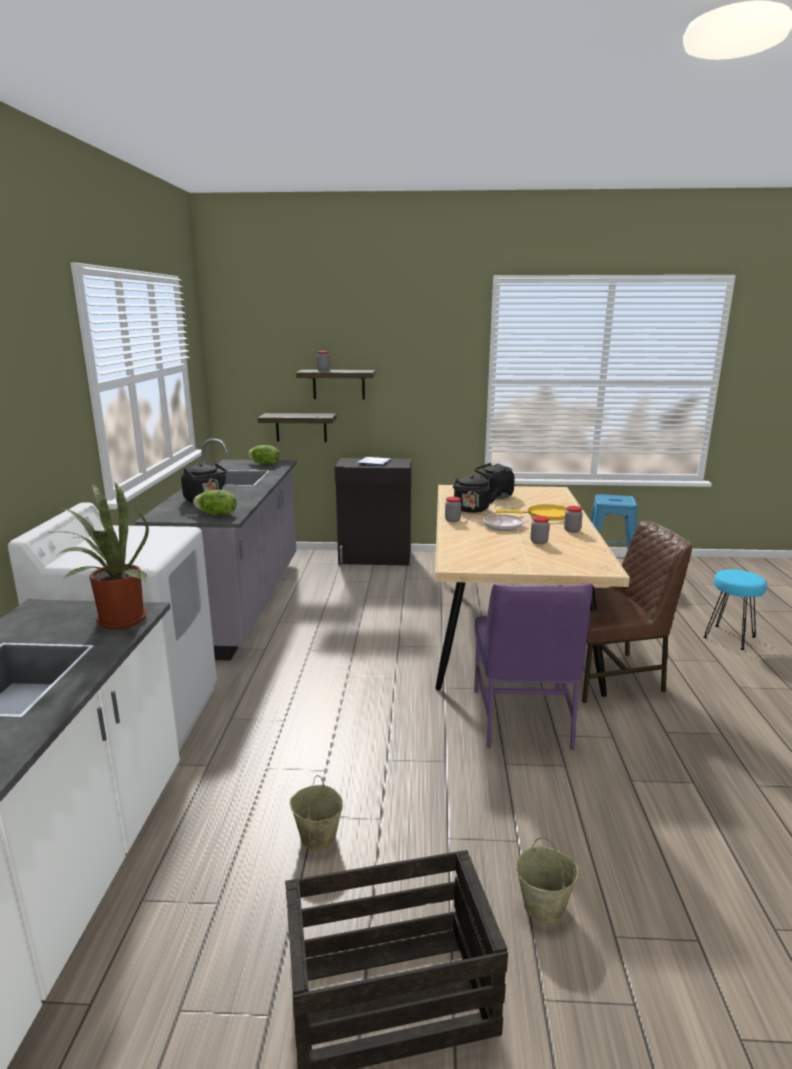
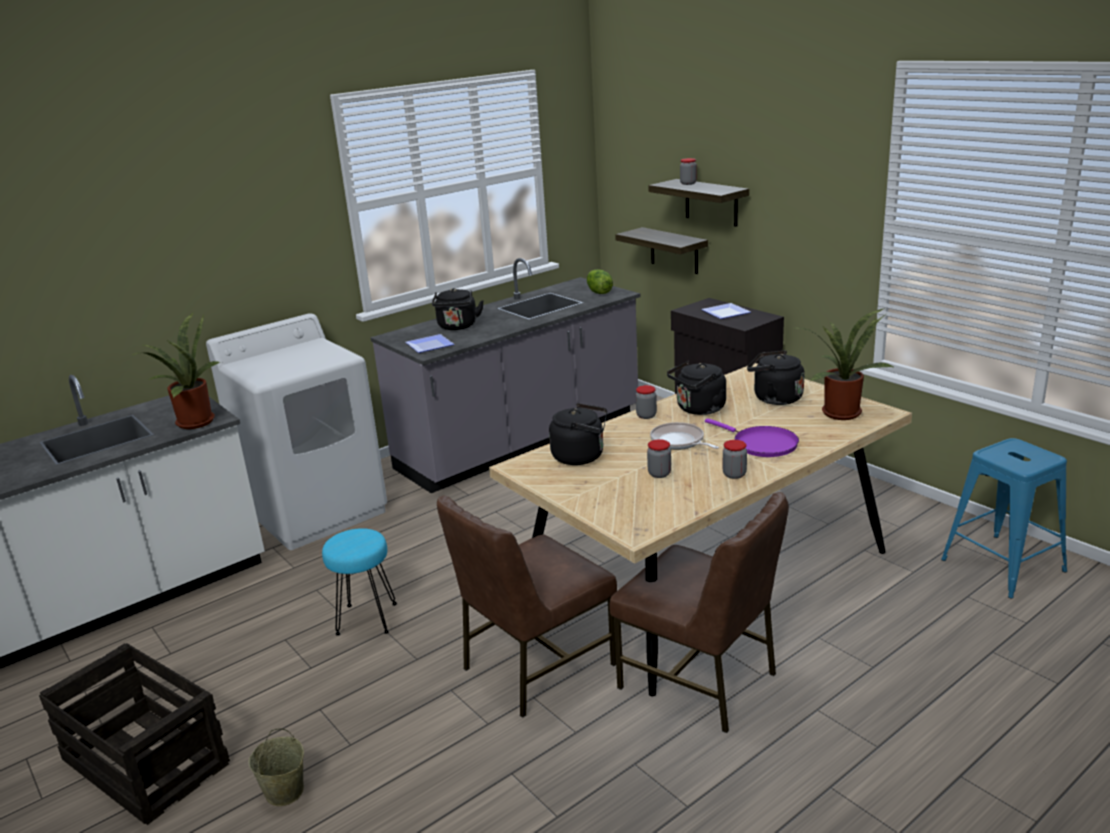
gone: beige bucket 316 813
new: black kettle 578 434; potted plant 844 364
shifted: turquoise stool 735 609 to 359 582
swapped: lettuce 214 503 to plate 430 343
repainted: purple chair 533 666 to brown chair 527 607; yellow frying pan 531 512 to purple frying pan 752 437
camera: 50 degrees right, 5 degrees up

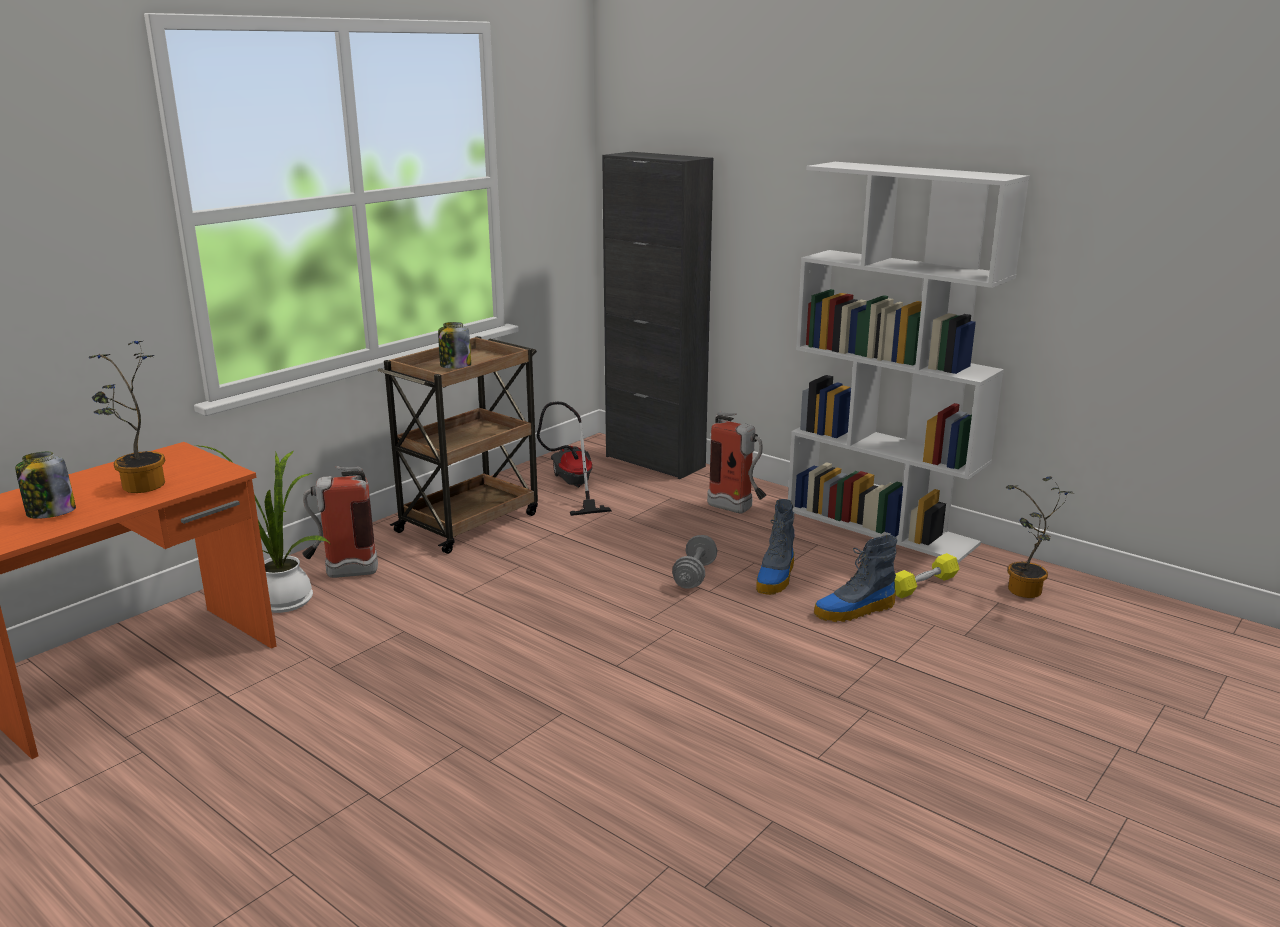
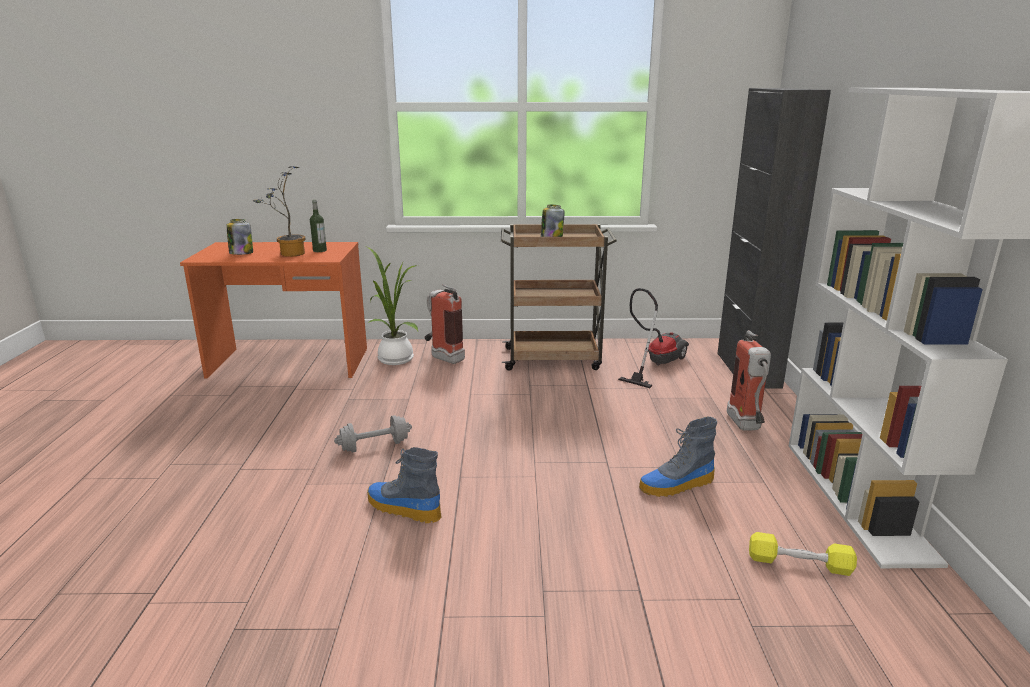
gone: potted plant 1040 537
new: bottle 318 226
shifted: grey dumbbell 695 562 to 373 434; boot 855 578 to 404 485
camera: 50 degrees right, 0 degrees up

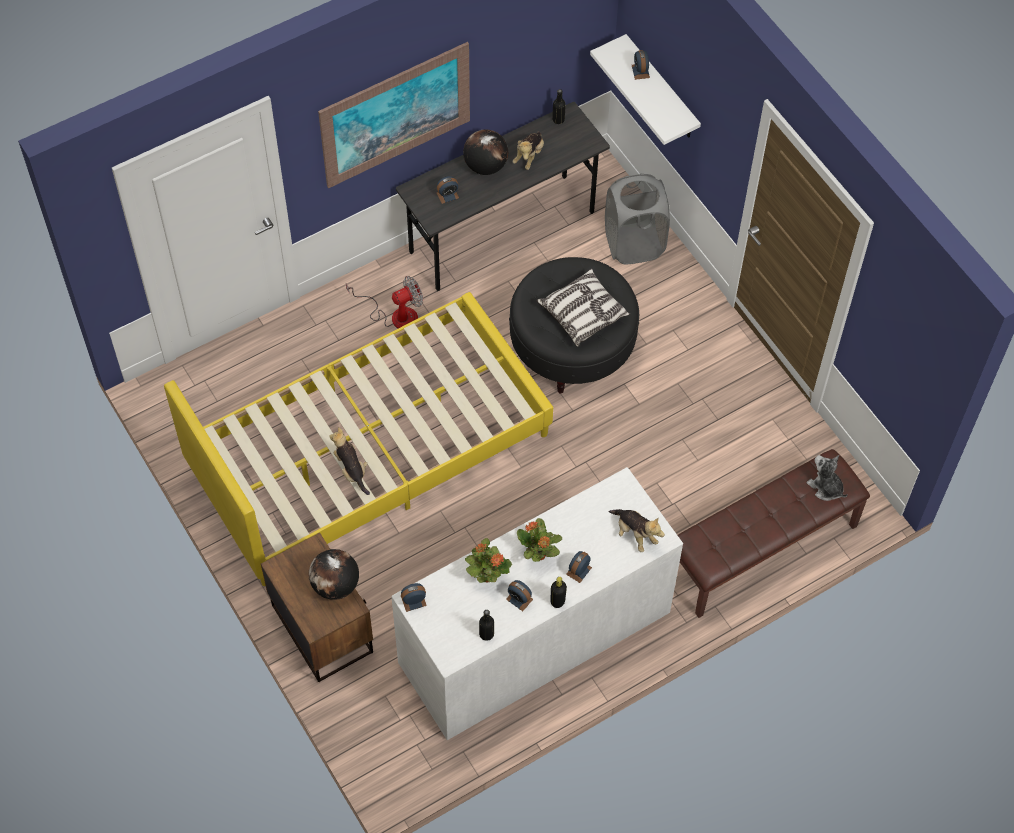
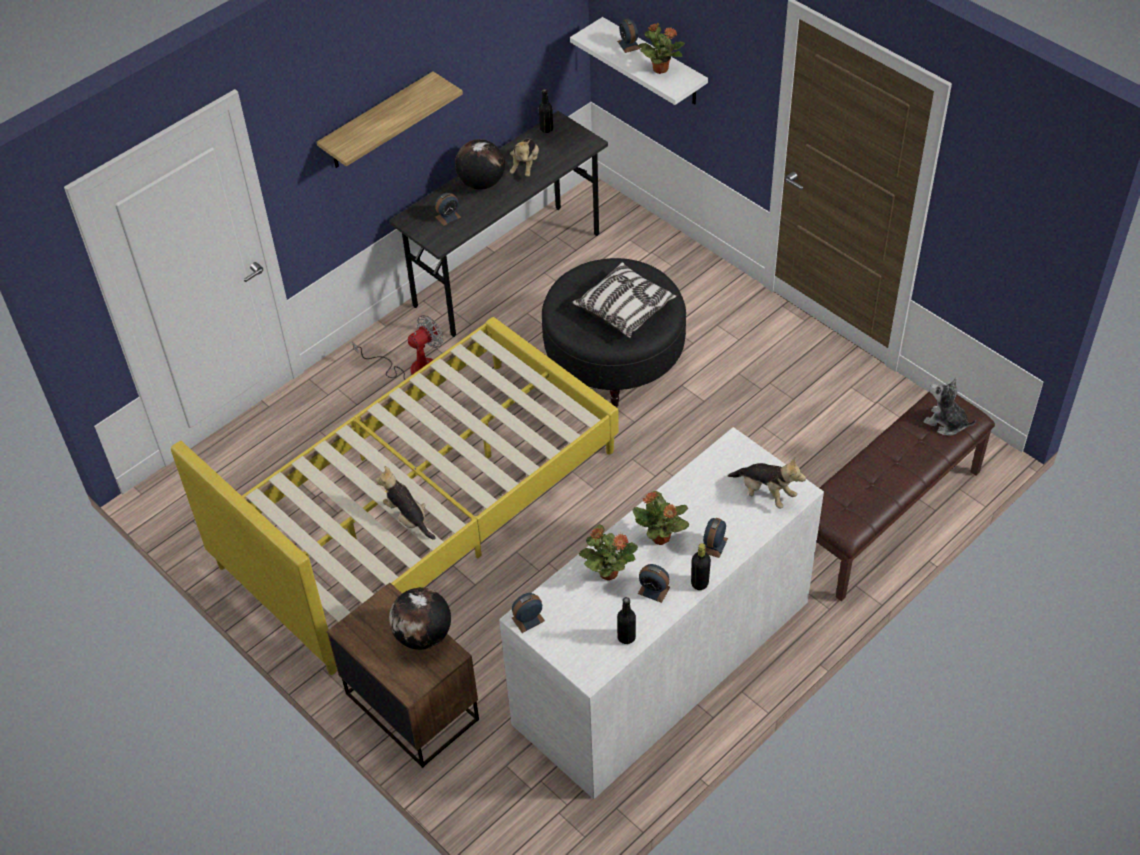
gone: grey laundry basket 637 218
new: potted plant 661 48
swapped: picture 394 115 to shelf 390 119
camera: 10 degrees left, 10 degrees down

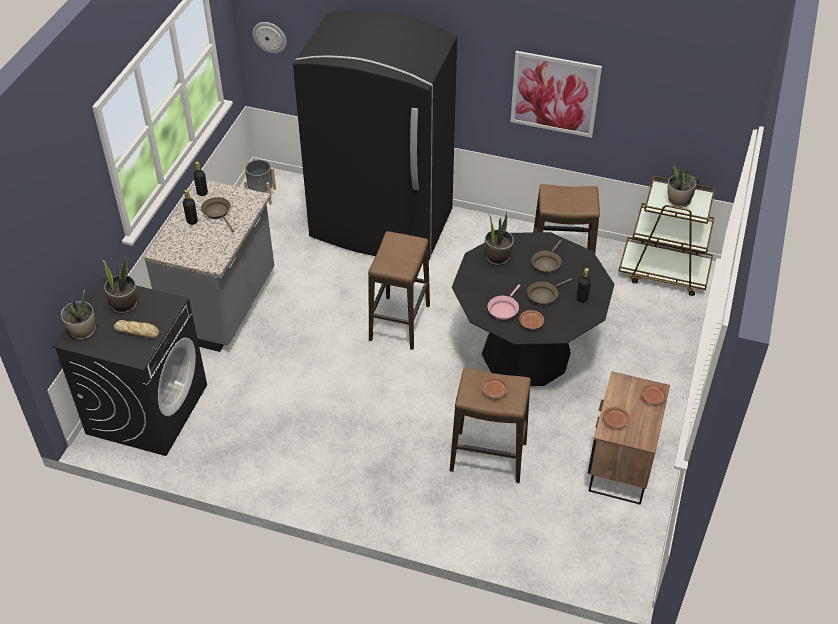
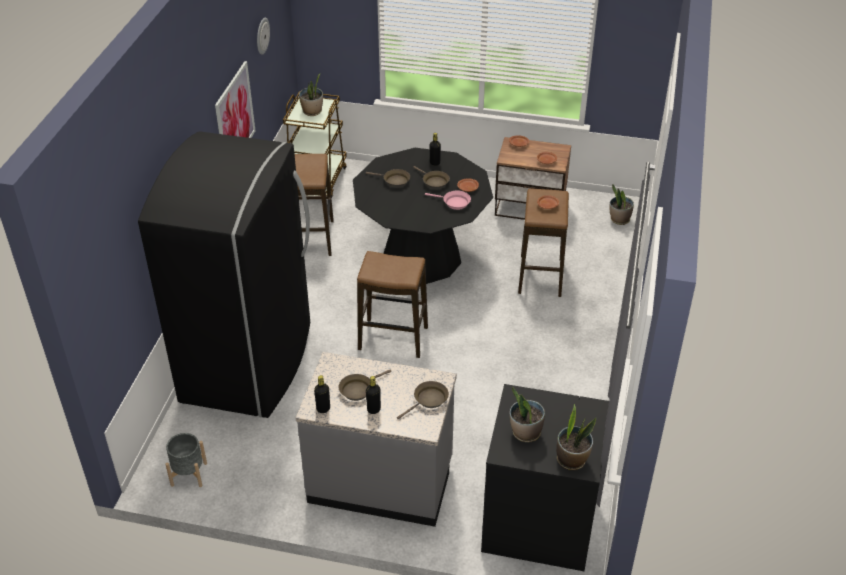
gone: bread 136 329
new: brown frying pan 423 400
shifted: wall clock 269 38 to 263 36; potted plant 499 239 to 622 204
camera: 95 degrees left, 5 degrees down

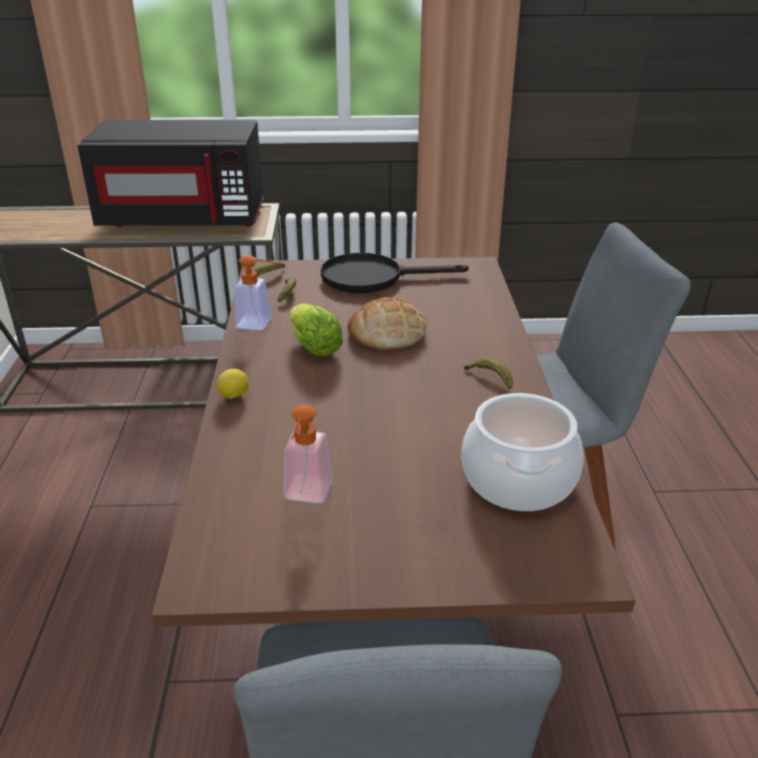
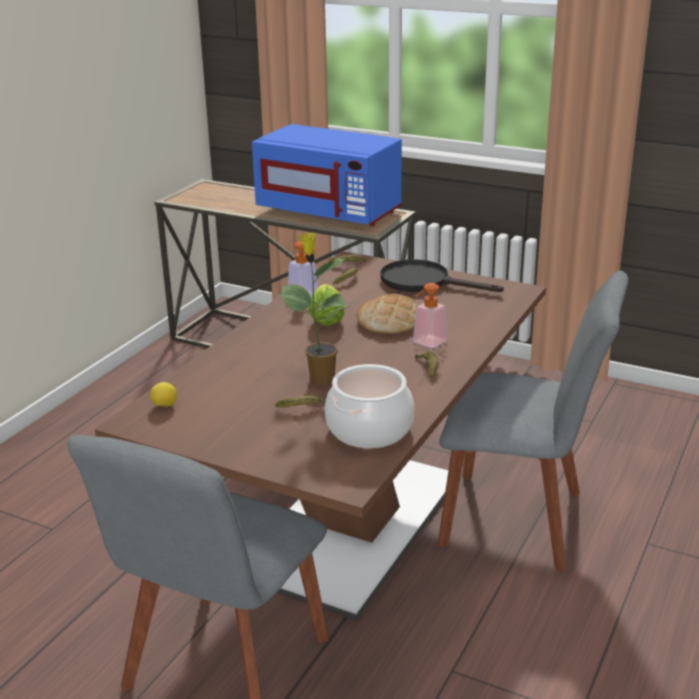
new: banana 300 401; potted plant 315 309
shifted: lemon 233 384 to 163 394; soap dispenser 308 454 to 430 315
repainted: black microwave 170 173 to blue microwave 327 175
camera: 30 degrees right, 5 degrees down

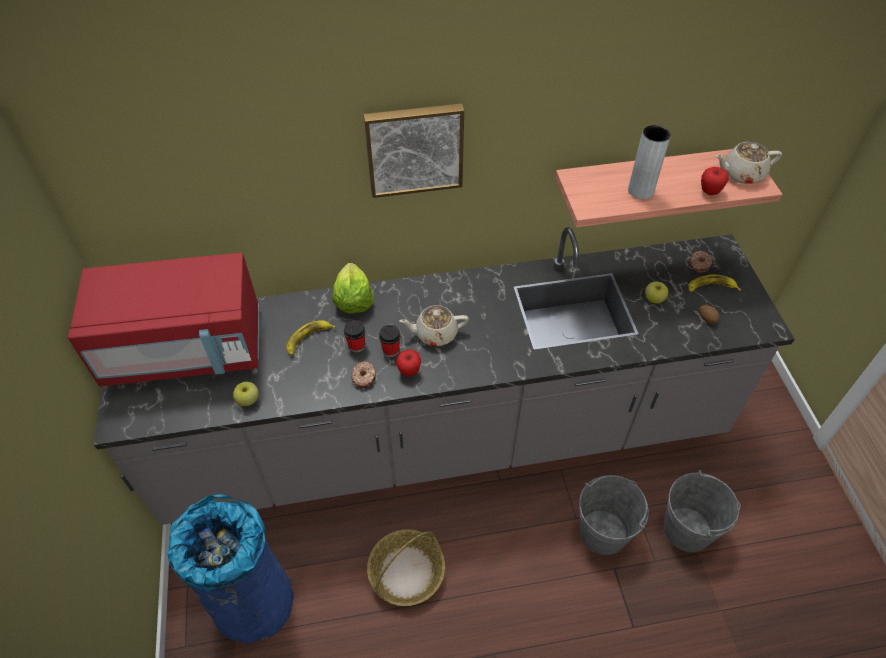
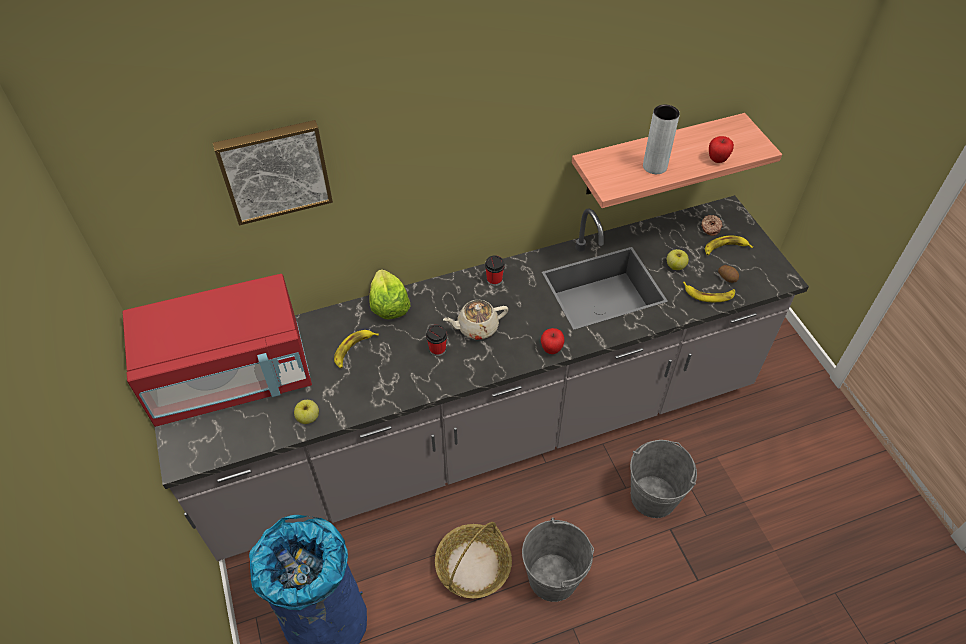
gone: donut 363 374; beige teapot 749 163
new: banana 709 292
shifted: cup 354 336 to 495 271; picture 414 150 to 273 173; apple 408 363 to 553 341; grey bucket 702 511 to 558 560
camera: 10 degrees left, 0 degrees up

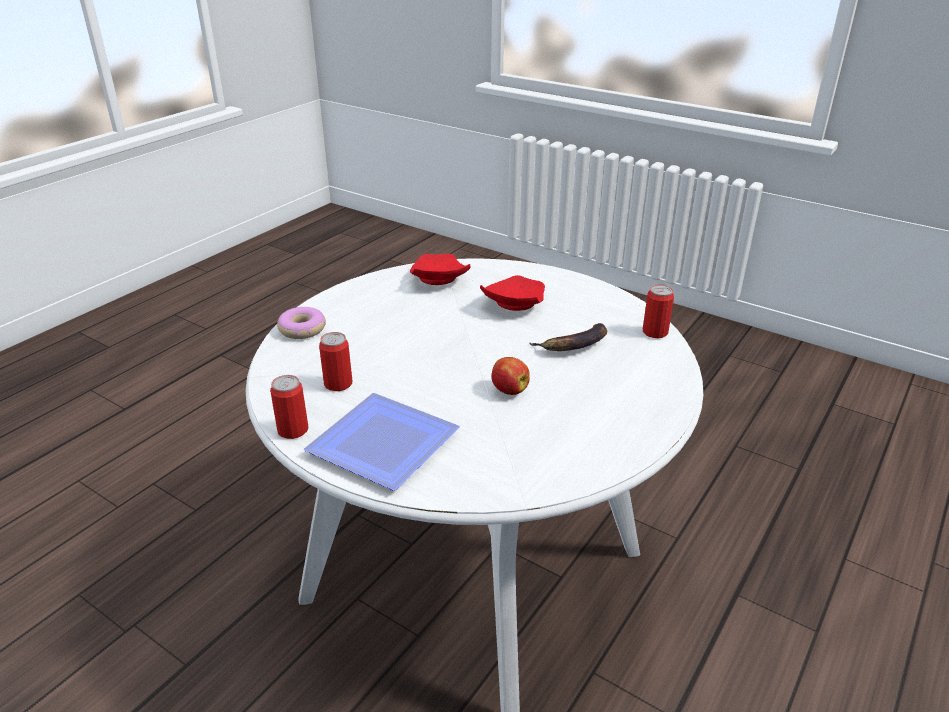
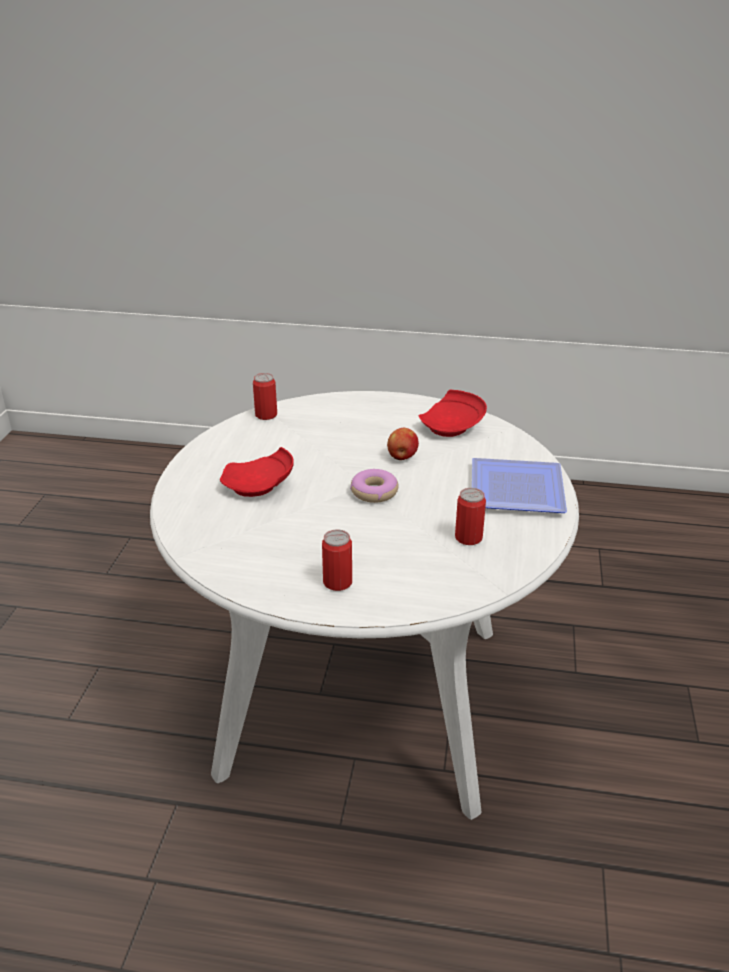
gone: banana 568 337
shifted: can 289 407 to 337 560; donut 301 323 to 374 486; red plate 440 269 to 453 413
camera: 115 degrees left, 0 degrees up

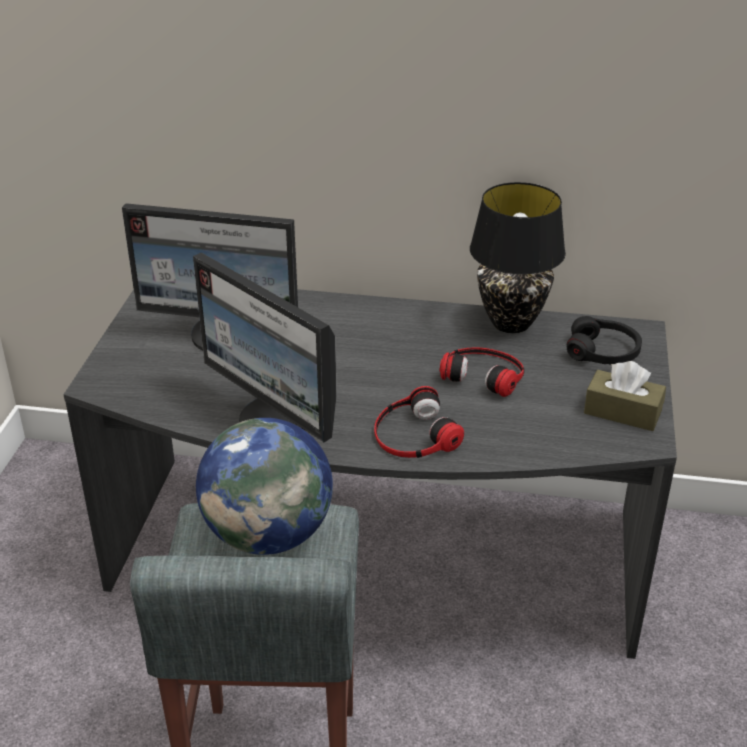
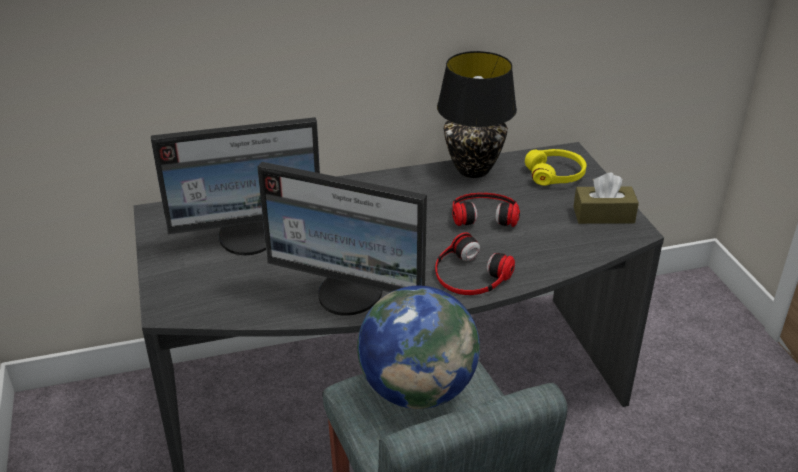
repainted: black headphones 604 340 to yellow headphones 555 167
camera: 25 degrees left, 0 degrees up

